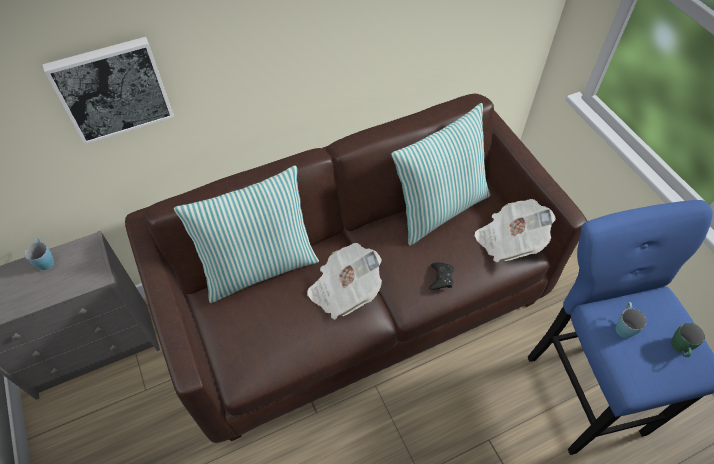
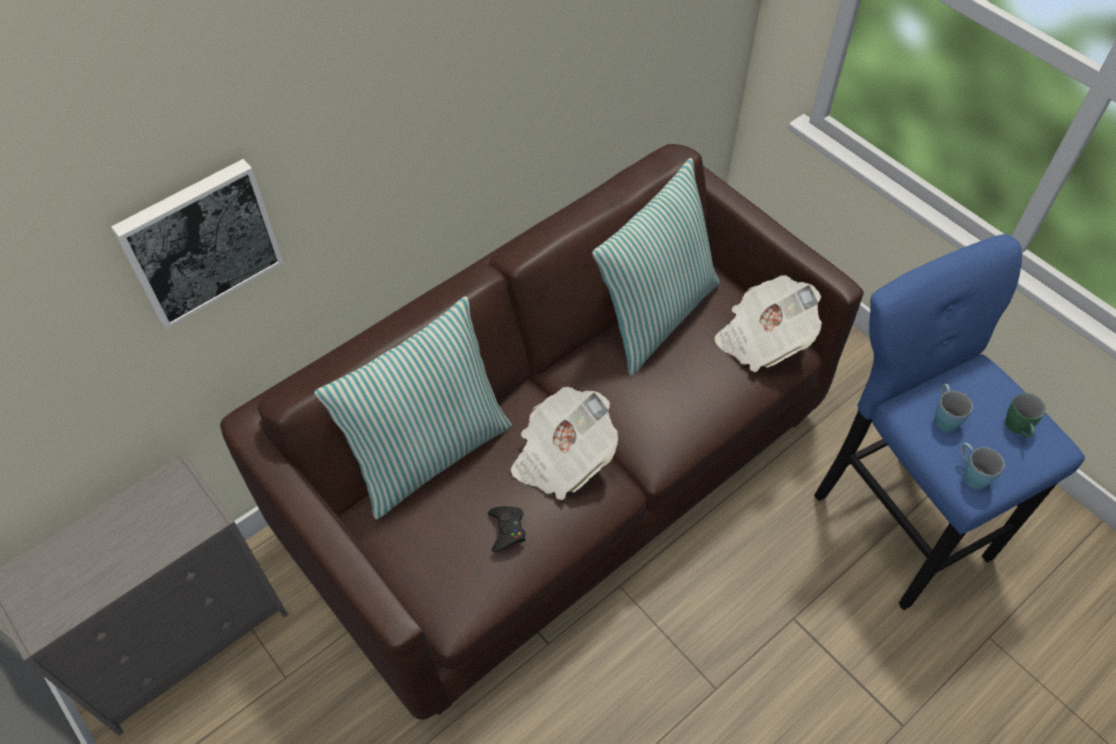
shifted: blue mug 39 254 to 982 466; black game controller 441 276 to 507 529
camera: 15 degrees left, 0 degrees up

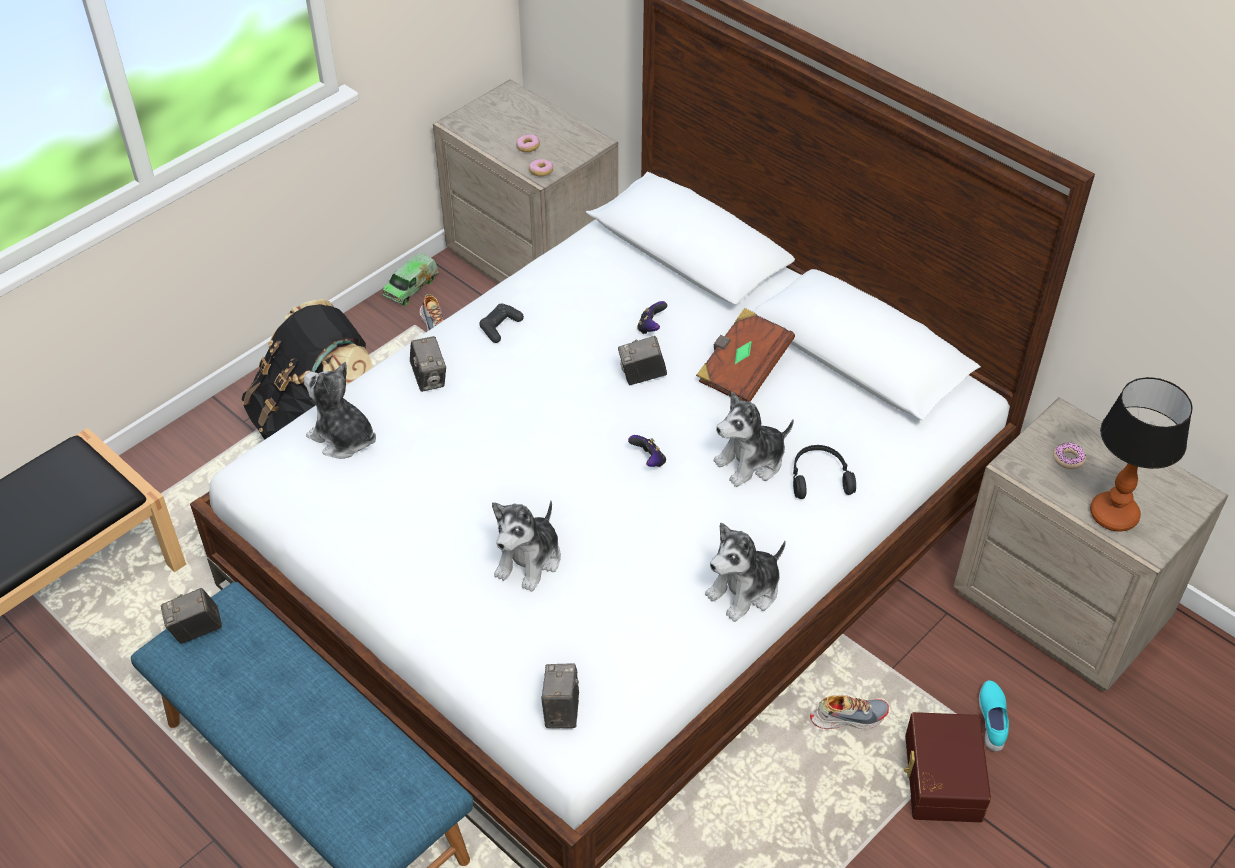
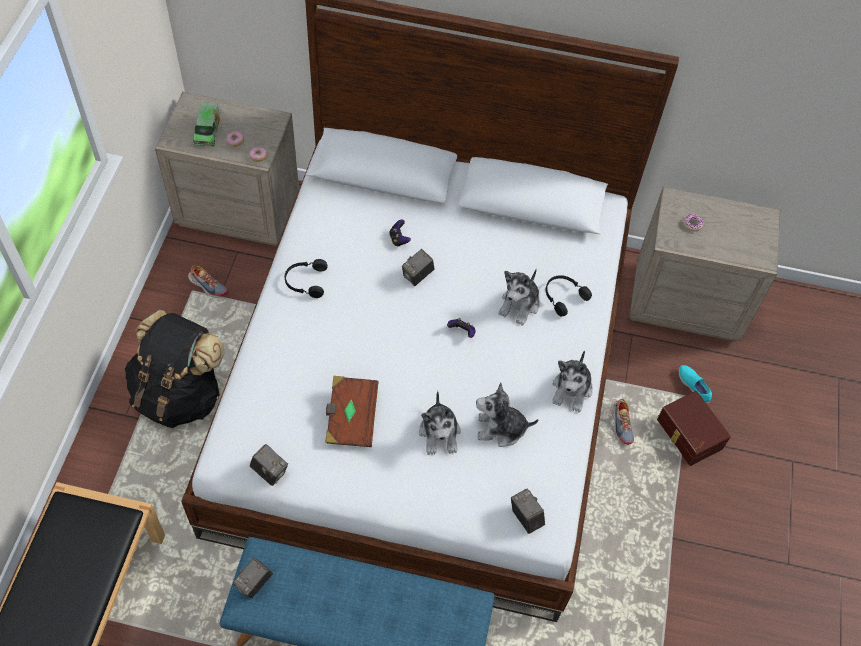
gone: table lamp 1141 454
shifted: plush toy 340 410 to 507 414; toy truck 411 279 to 207 124; photo camera 428 364 to 269 465; brown book 745 355 to 352 411
swapped: black game controller 501 323 to black headphones 306 278
rotated: shoe 849 712 = 622 422 120 degrees clockwise
camera: 35 degrees left, 10 degrees up

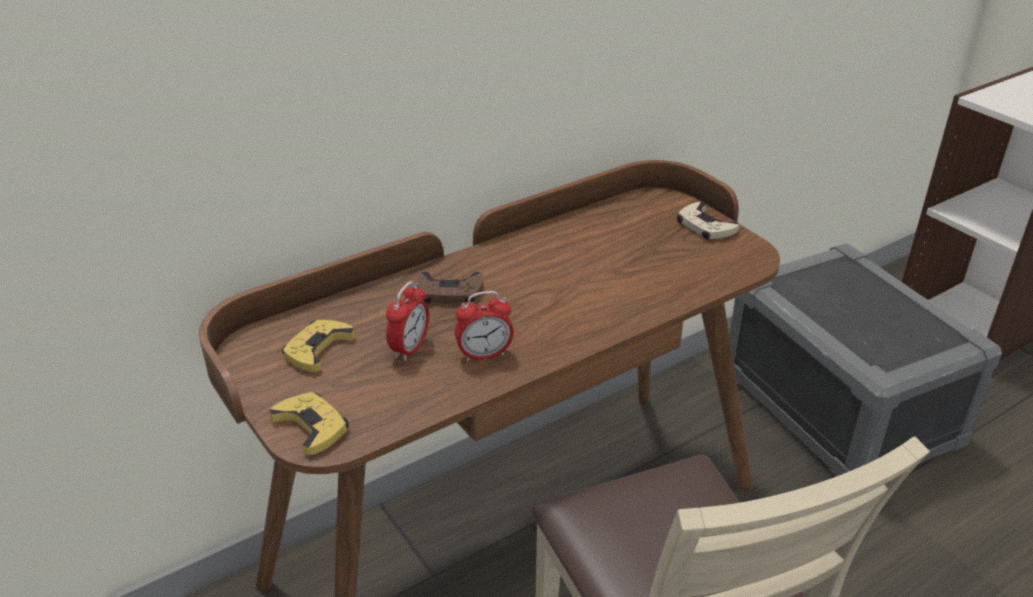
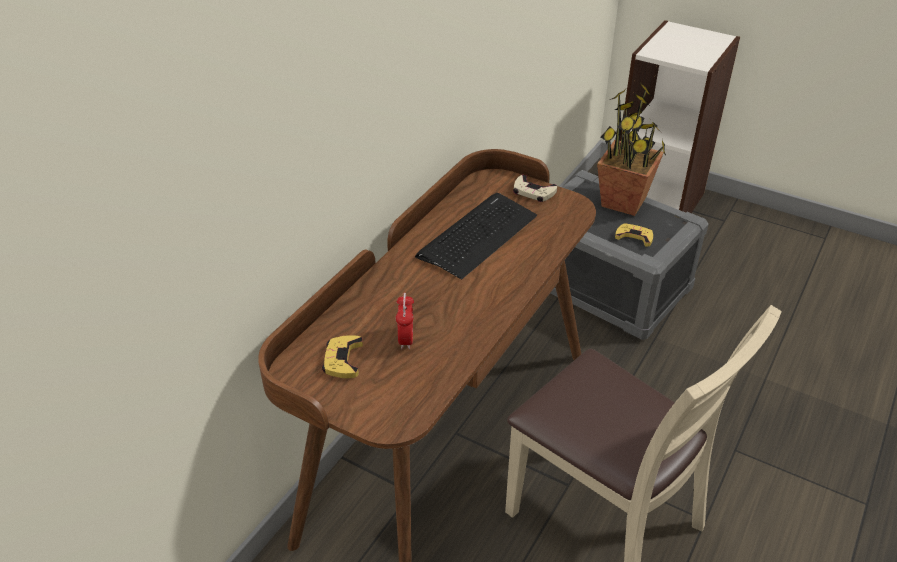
gone: brown game controller 450 287; alarm clock 484 326
new: keyboard 476 236; potted plant 631 149
shifted: yellow game controller 309 423 to 634 234
camera: 25 degrees left, 5 degrees up

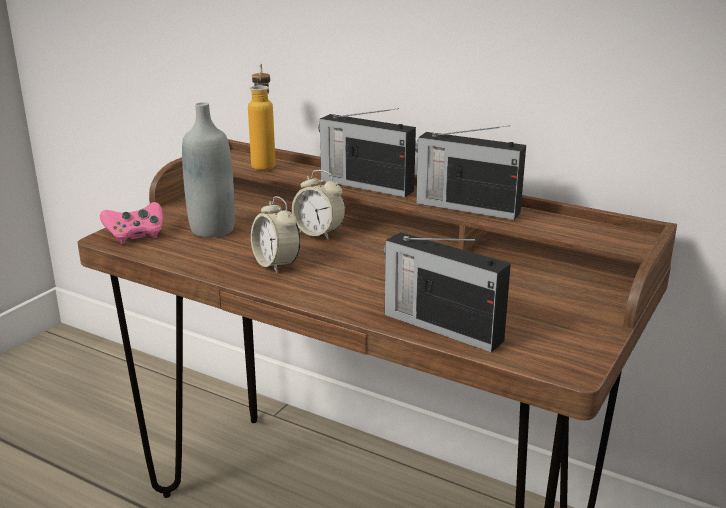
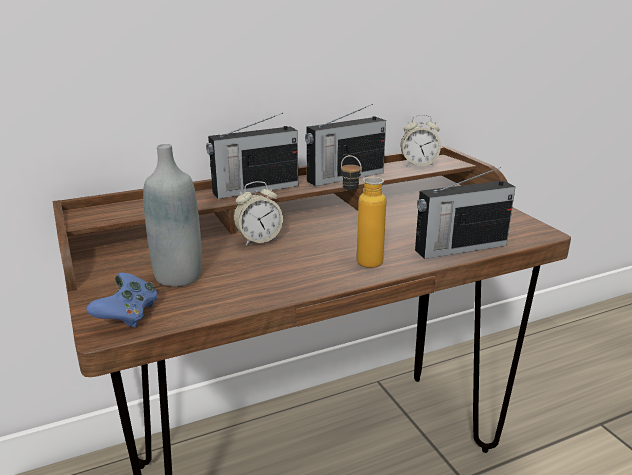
shifted: bottle 262 117 to 363 211; alarm clock 275 234 to 421 140
repainted: pink game controller 131 223 to blue game controller 122 300
camera: 55 degrees left, 0 degrees up

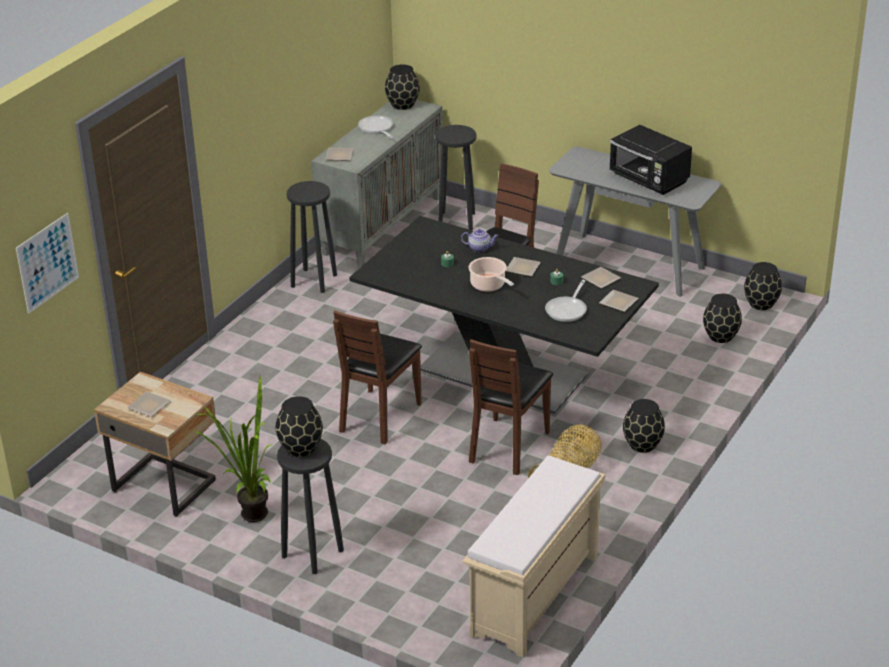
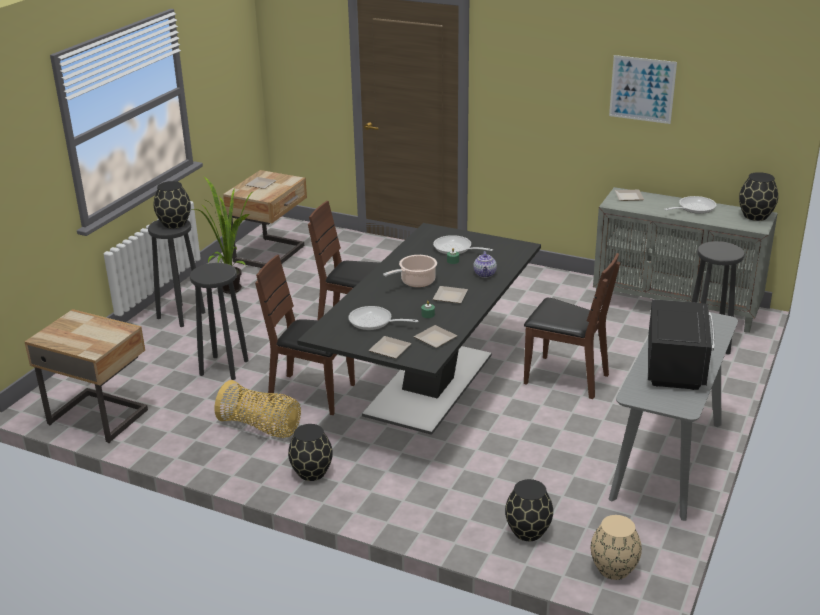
new: frying pan 463 244
shifted: picture 47 263 to 643 89; black stool 312 237 to 219 321
swapped: beige bench 534 556 to beige nightstand 86 376
repainted: black vase 763 286 to beige vase 616 547
rotated: black microwave 650 160 = 681 344 150 degrees clockwise
camera: 85 degrees right, 5 degrees down

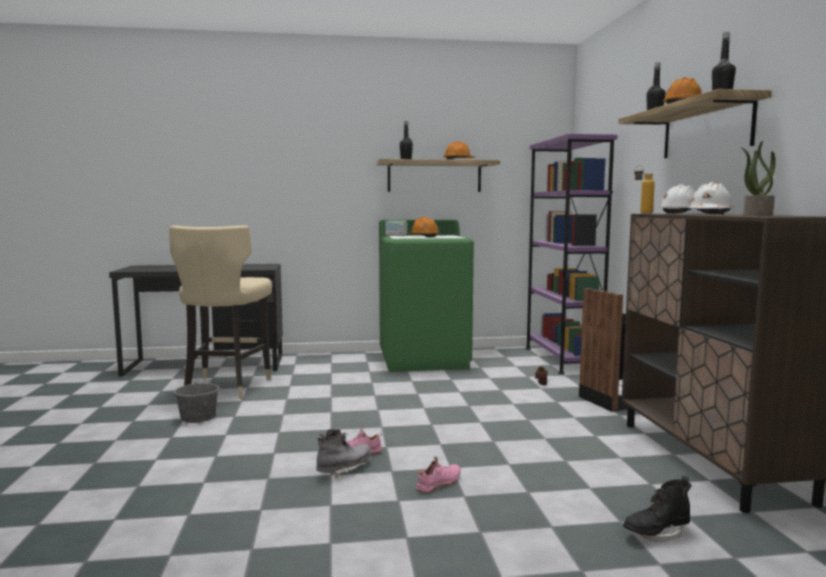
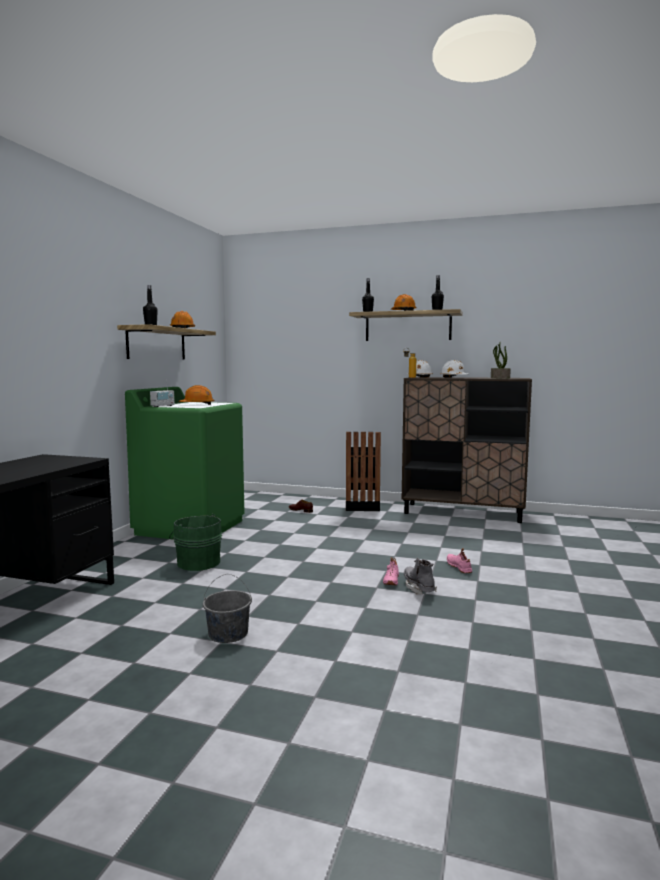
gone: beige stool 220 312; purple bookcase 571 254; black boot 657 509
new: green bucket 195 542
camera: 65 degrees left, 0 degrees up

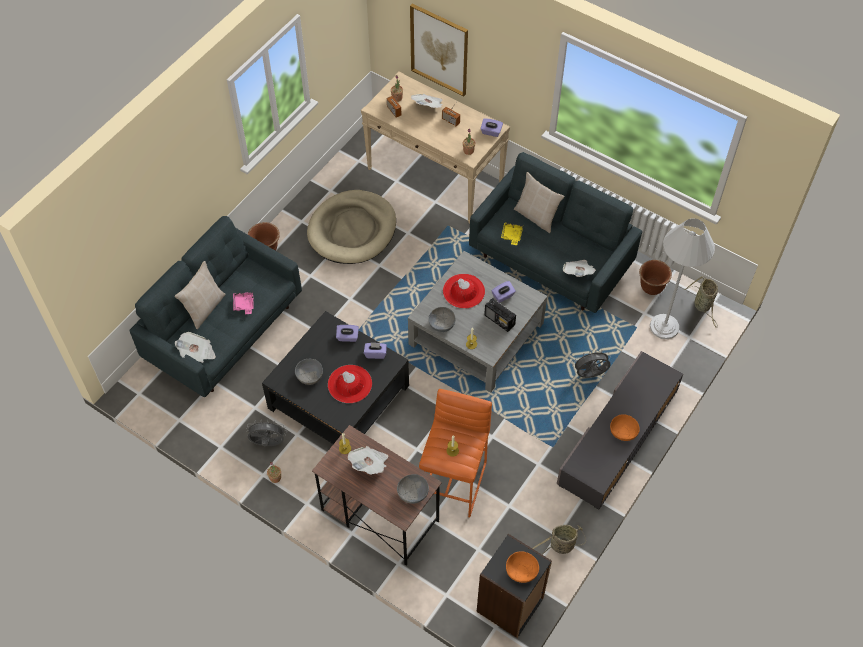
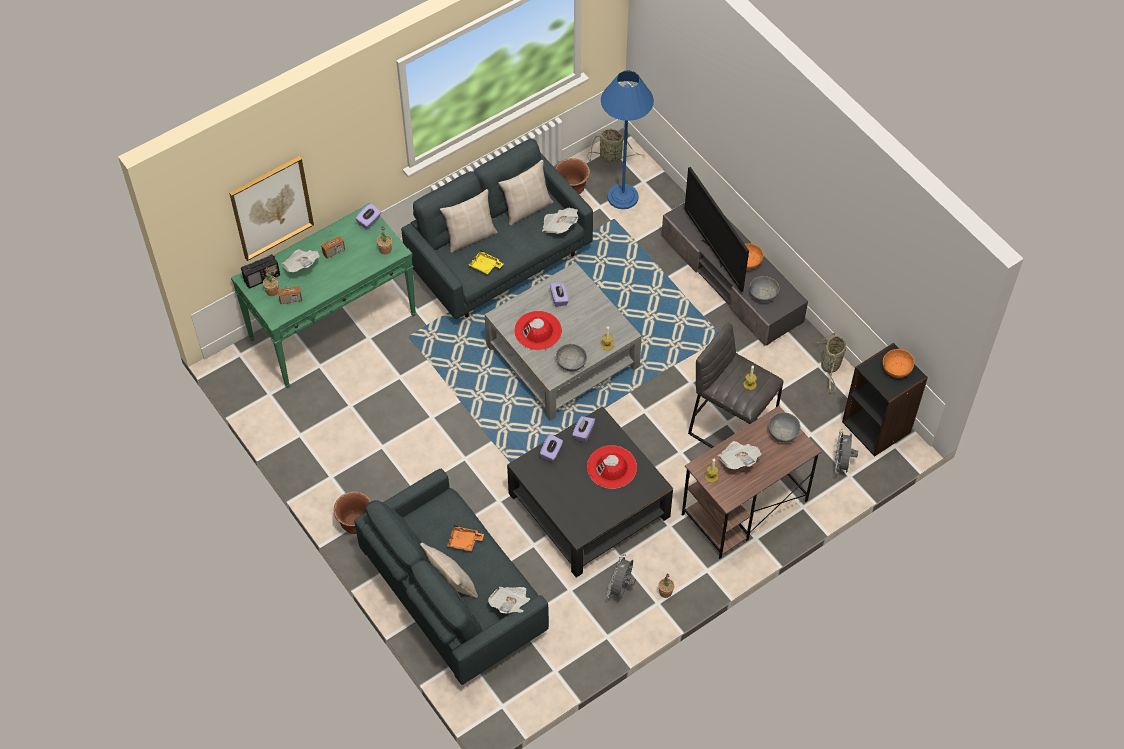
gone: beige dog bed 351 227
new: beige pillow 526 193; television 716 229
shifted: grey bowl 309 372 to 764 289; radio 500 315 to 260 271; grey fan 591 364 to 846 451
repainted: pink tray 243 303 to orange tray 465 538; beige console table 435 147 to green console table 323 295; orange stool 455 453 to grey stool 735 385; white floor lamp 682 278 to blue floor lamp 627 140
camera: 70 degrees left, 0 degrees up

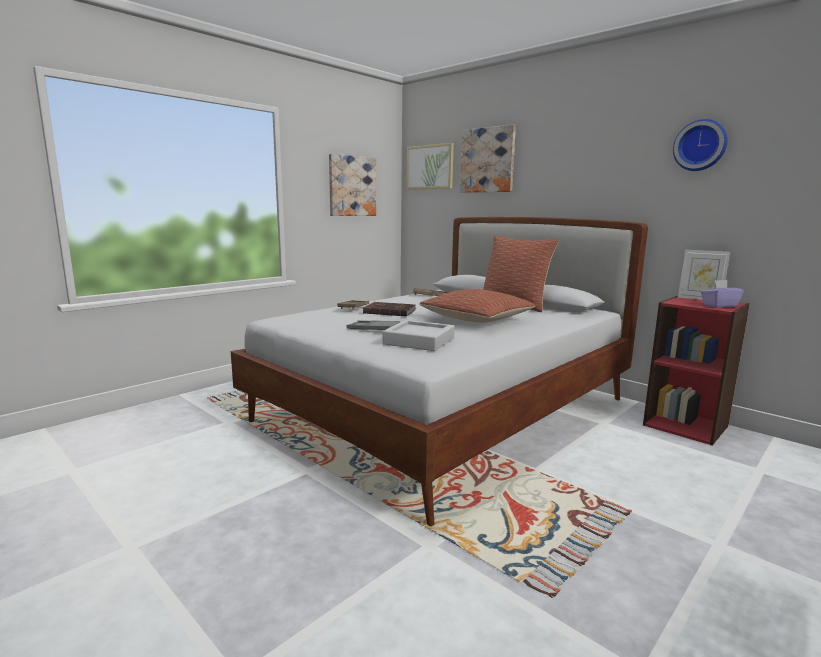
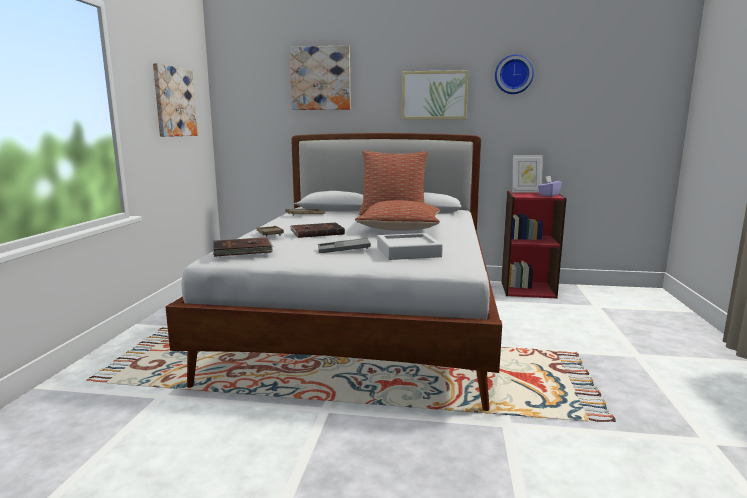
new: brown book 243 247
shifted: picture 430 166 to 435 94
camera: 35 degrees left, 0 degrees up

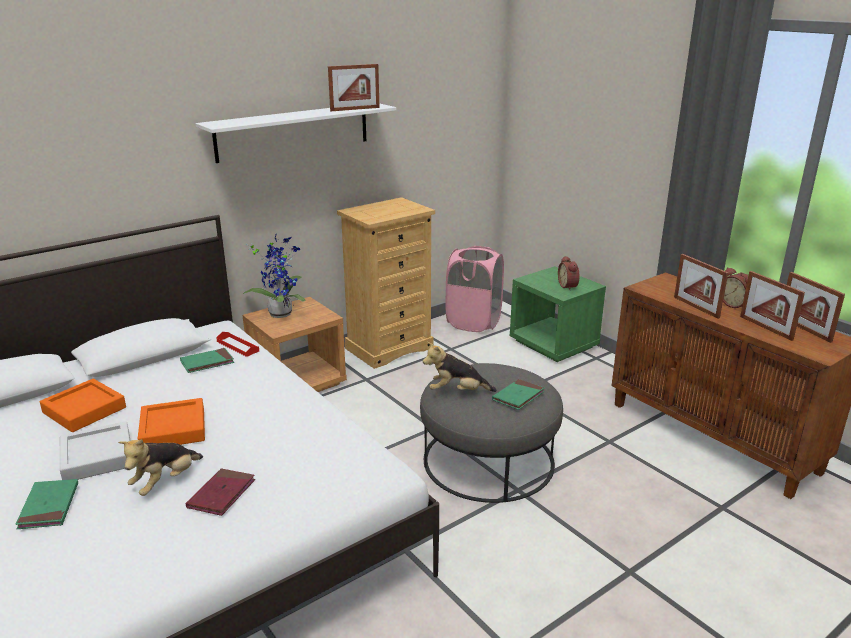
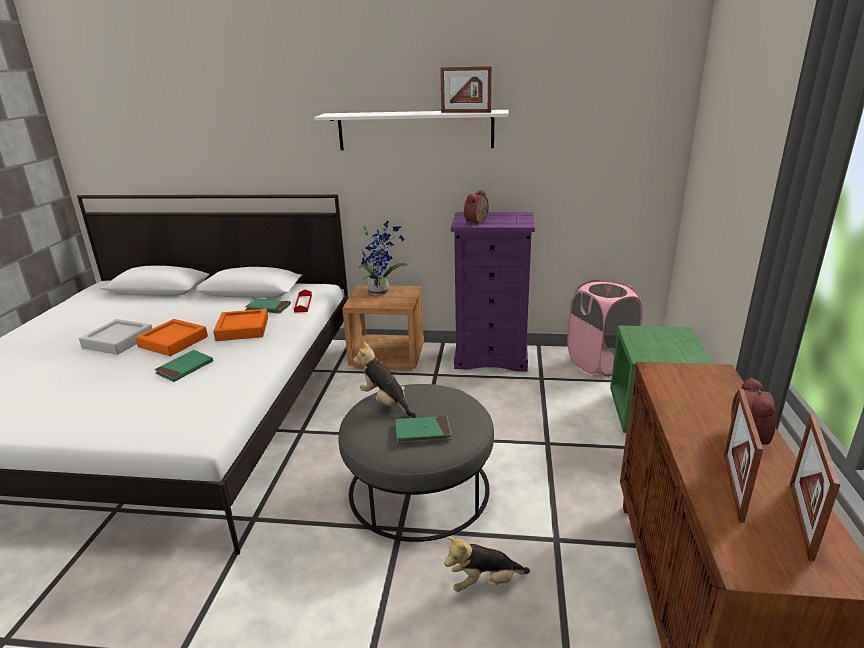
gone: red book 220 492; picture frame 701 286
shifted: green book 46 504 to 183 366; orange tray 83 405 to 240 325; plush toy 160 467 to 487 564; alarm clock 569 273 to 476 207
repainted: beige dresser 386 283 to purple dresser 493 292
camera: 45 degrees right, 0 degrees up

